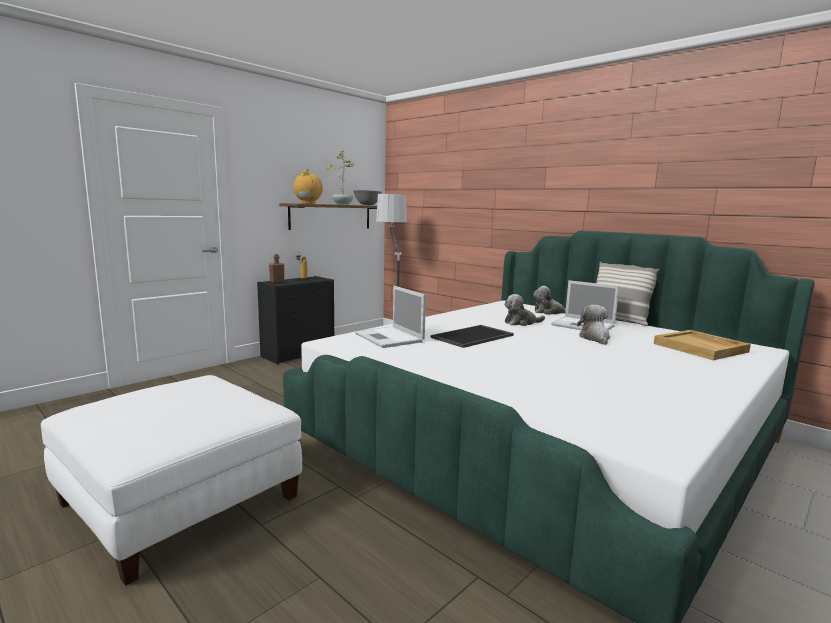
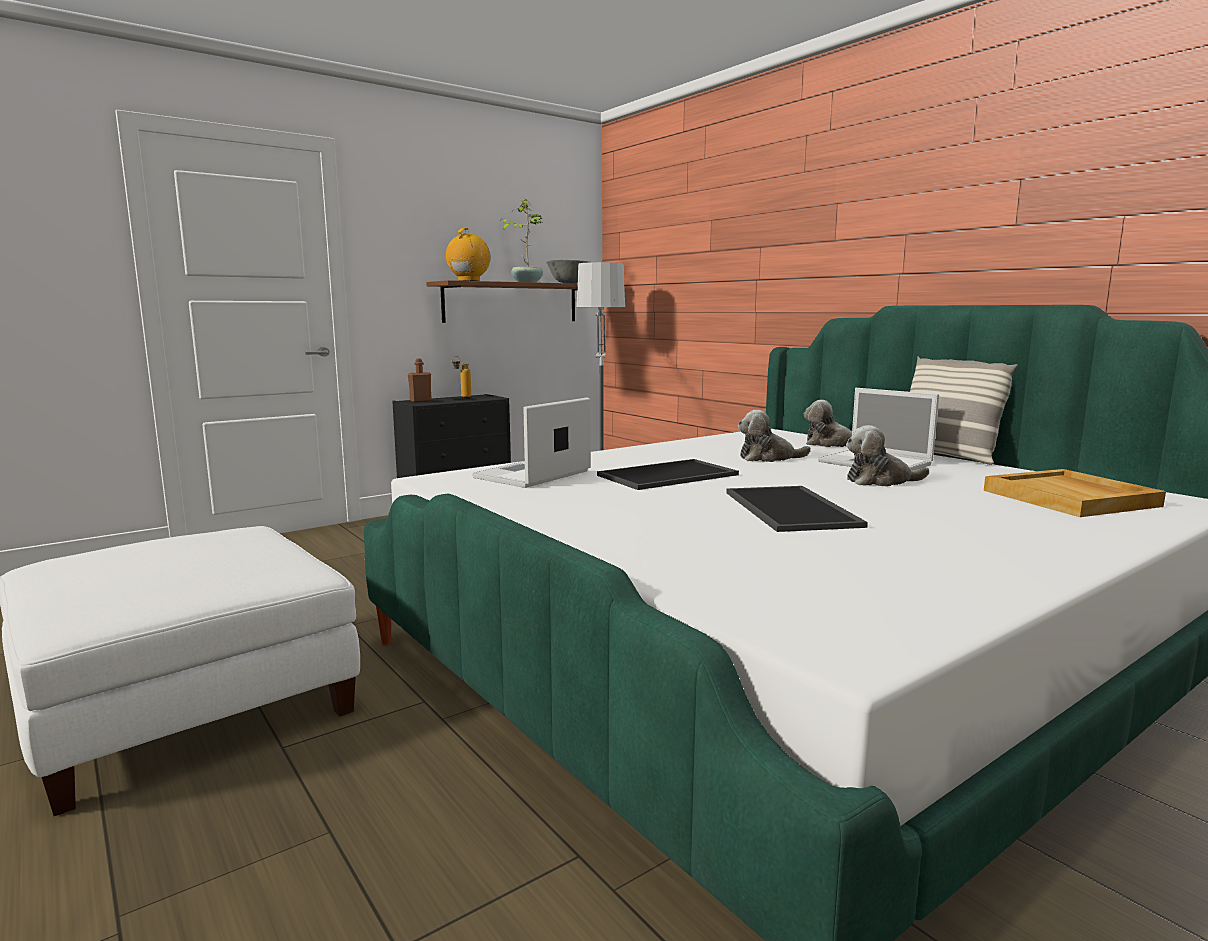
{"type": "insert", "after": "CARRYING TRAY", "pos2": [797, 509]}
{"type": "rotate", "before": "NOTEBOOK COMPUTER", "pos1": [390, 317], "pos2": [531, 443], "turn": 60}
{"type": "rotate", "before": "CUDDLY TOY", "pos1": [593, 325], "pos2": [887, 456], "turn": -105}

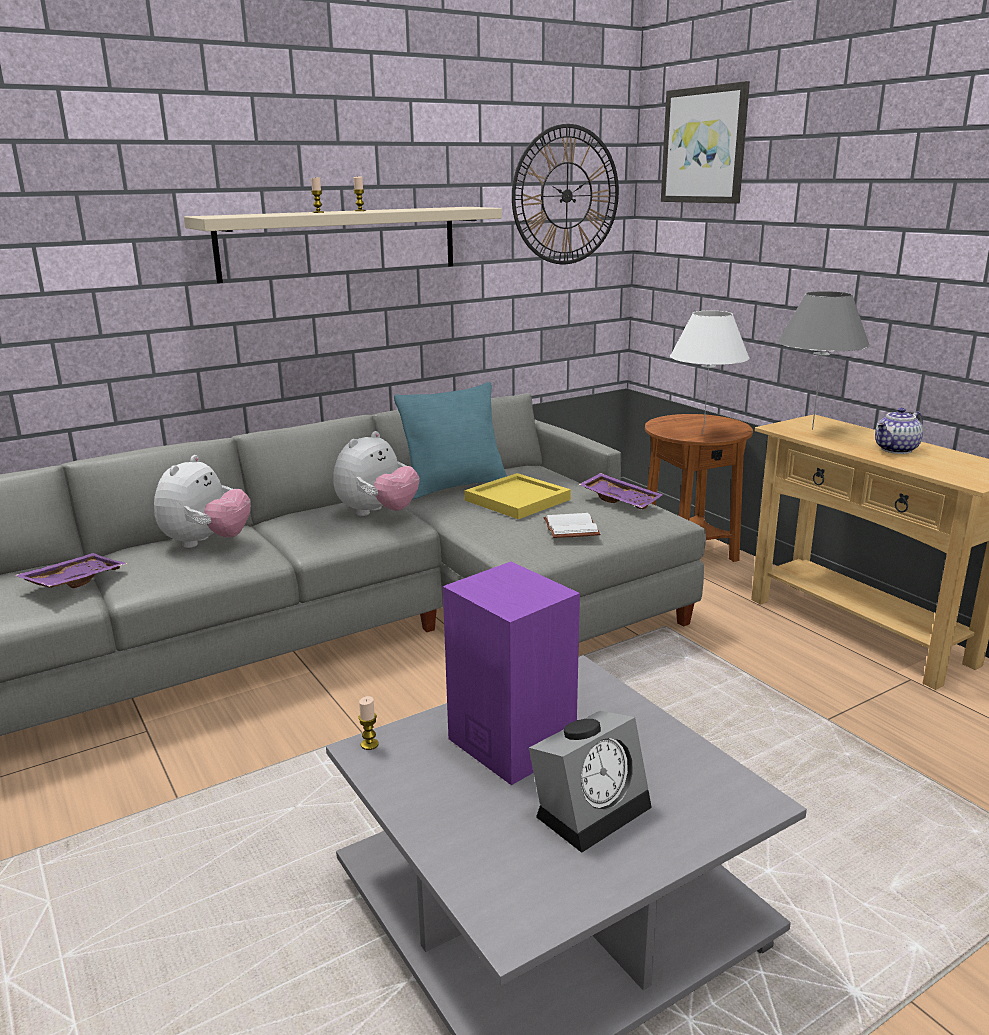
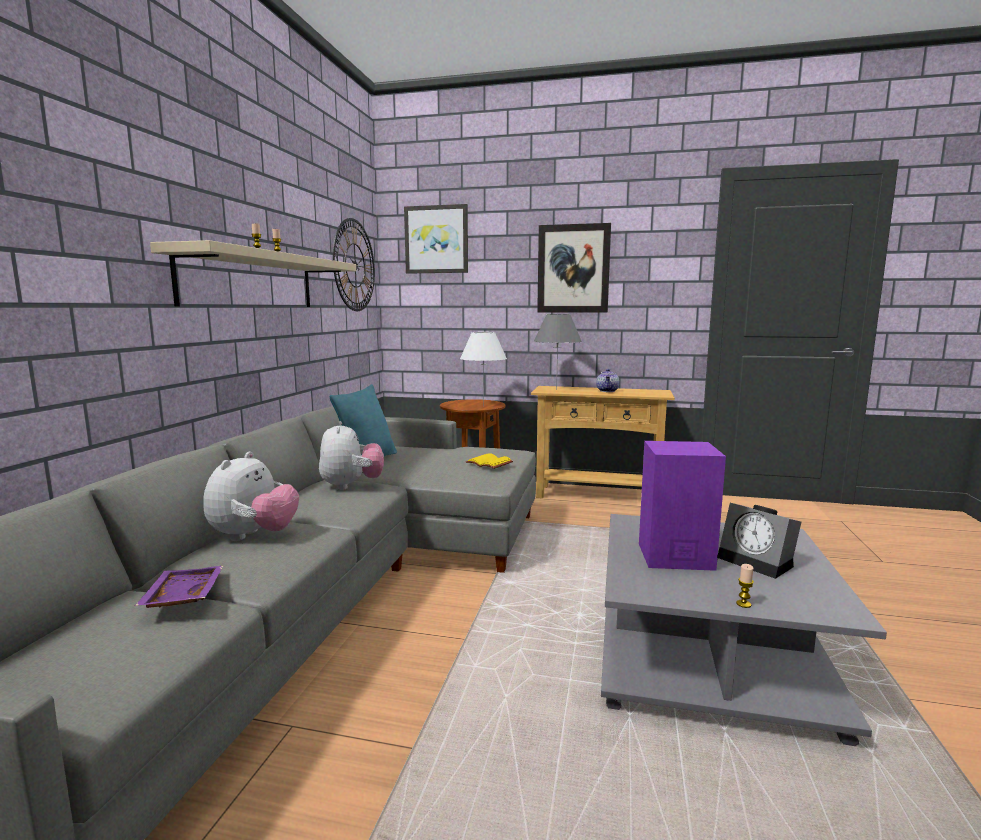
{"type": "delete", "before": "YELLOW-COLOURED CARRYING TRAY", "pos1": [517, 496]}
{"type": "delete", "before": "PURPLISH CARRYING TRAY", "pos1": [620, 491]}
{"type": "insert", "after": "WALL PICTURE", "pos2": [574, 268]}
{"type": "move", "before": "WAX CANDLE", "pos1": [368, 723], "pos2": [745, 586]}
{"type": "recolor", "before": "WHITE VOLUME", "after": "YELLOW-COLOURED VOLUME", "pos1": [571, 525], "pos2": [489, 461]}
{"type": "rotate", "before": "CUDDLY TOY", "pos1": [202, 501], "pos2": [251, 496], "turn": 45}
{"type": "rotate", "before": "BEDSIDE CLOCK", "pos1": [590, 782], "pos2": [759, 541], "turn": 135}

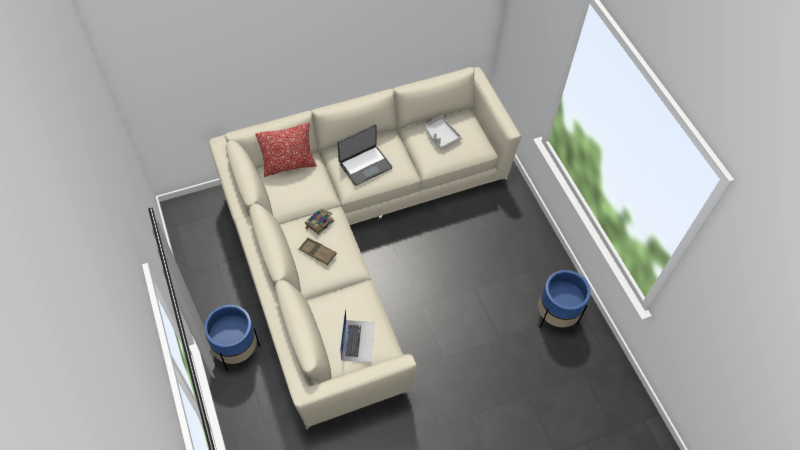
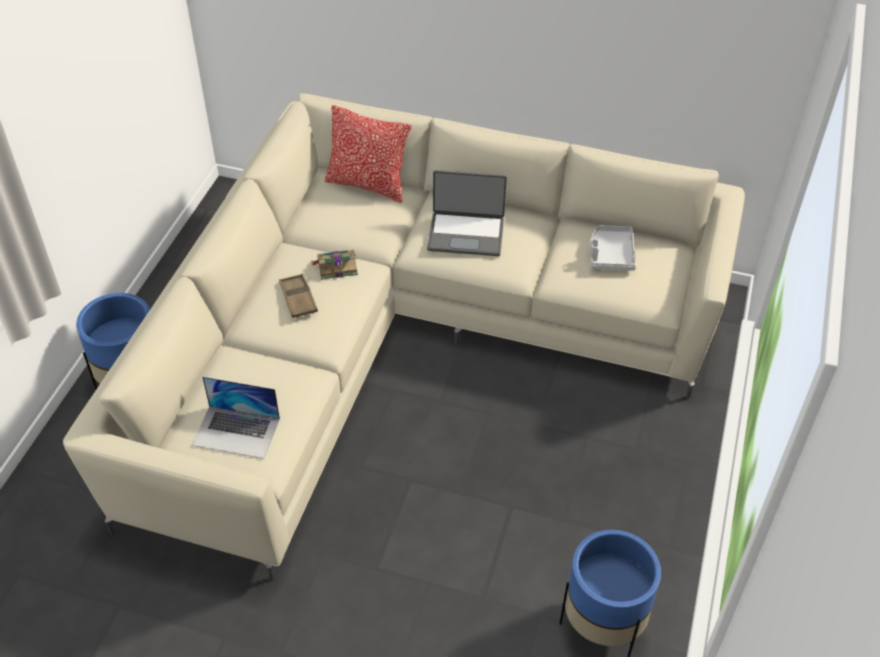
{"type": "rotate", "before": "NOTEBOOK COMPUTER", "pos1": [357, 335], "pos2": [236, 418], "turn": 60}

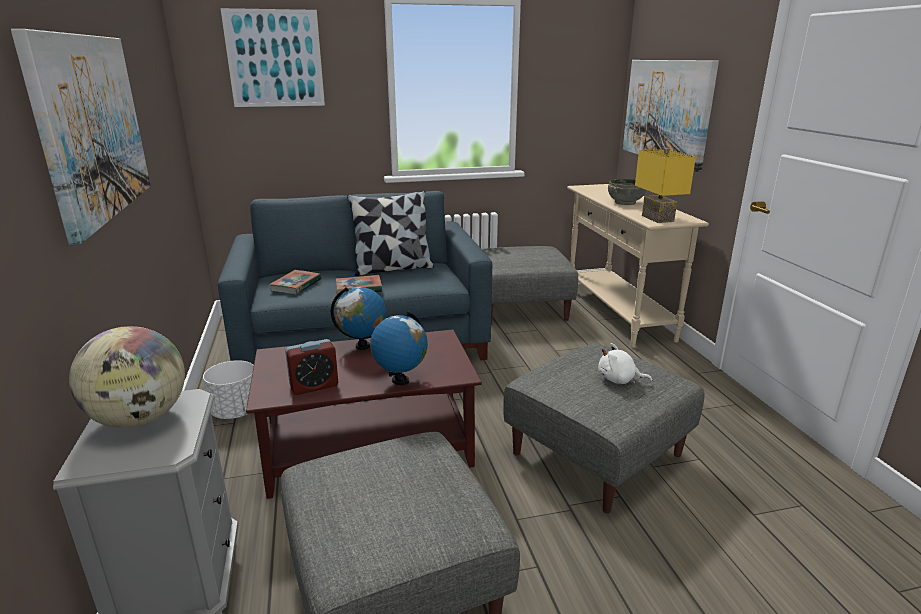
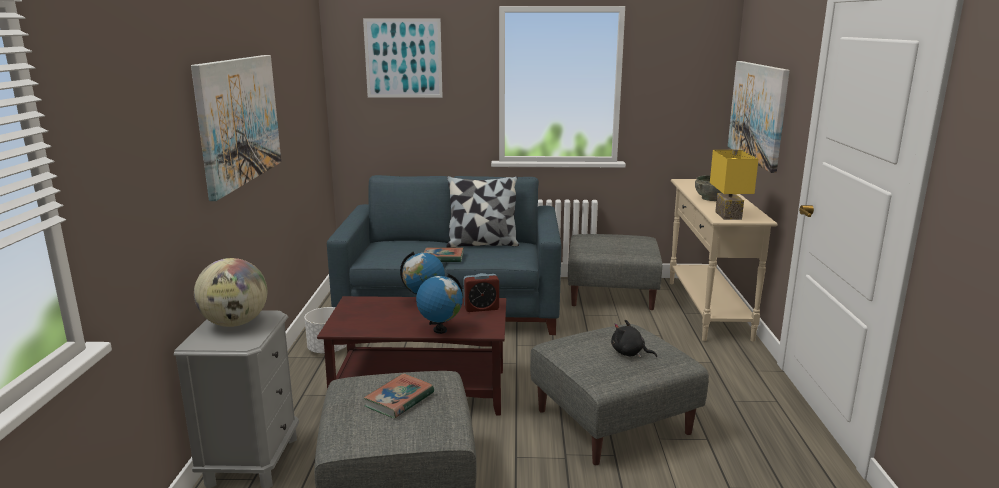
{"type": "move", "before": "VOLUME", "pos1": [295, 282], "pos2": [398, 395]}
{"type": "move", "before": "BEDSIDE CLOCK", "pos1": [311, 367], "pos2": [481, 292]}
{"type": "recolor", "before": "WHITE CUDDLY TOY", "after": "BLACK-COLOURED CUDDLY TOY", "pos1": [625, 363], "pos2": [634, 339]}

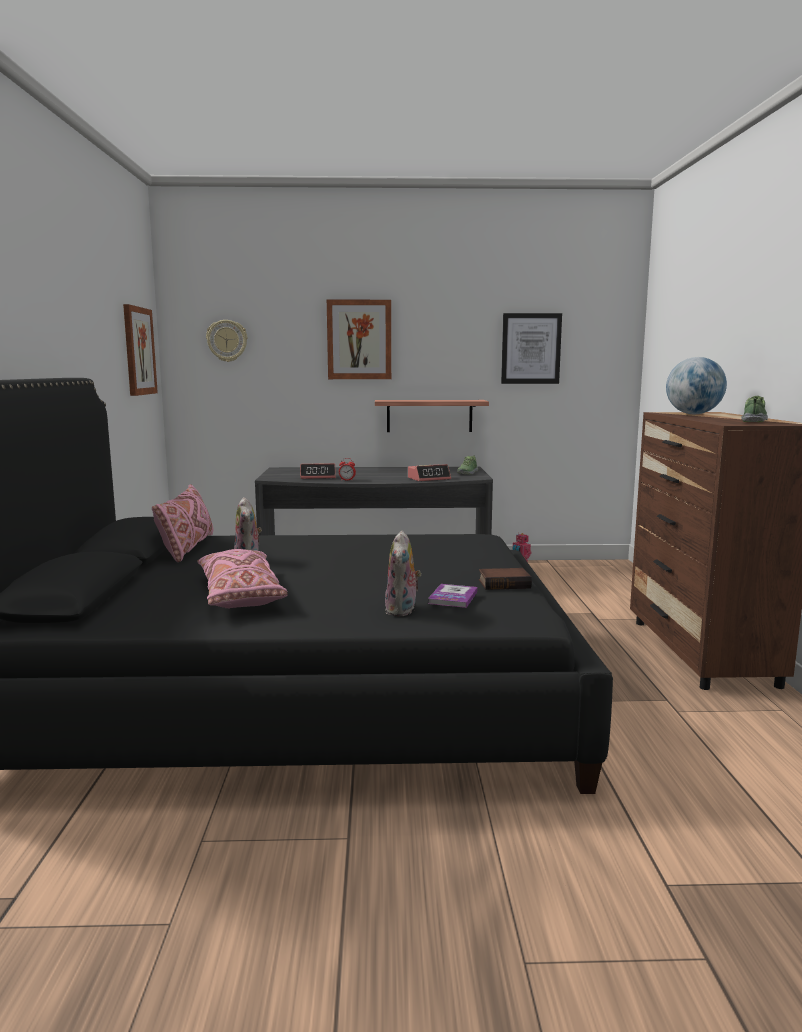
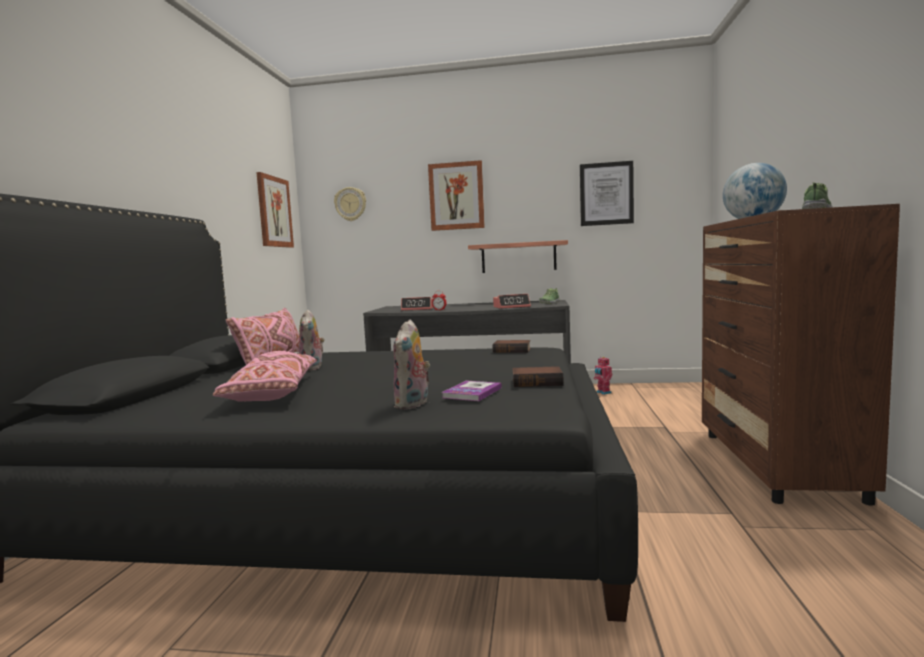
{"type": "insert", "after": "VOLUME", "pos2": [512, 346]}

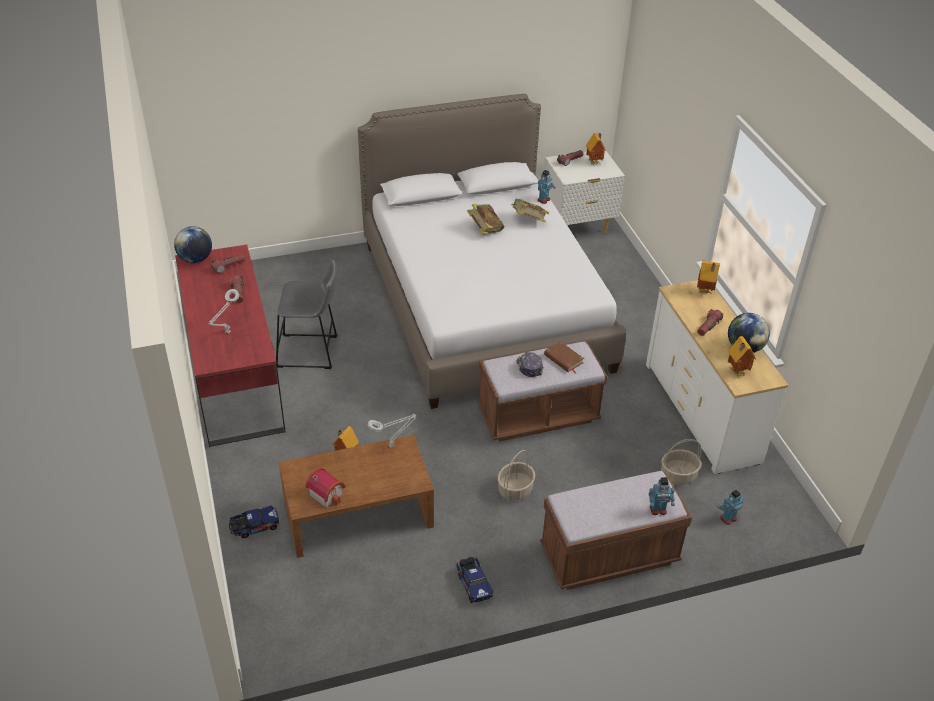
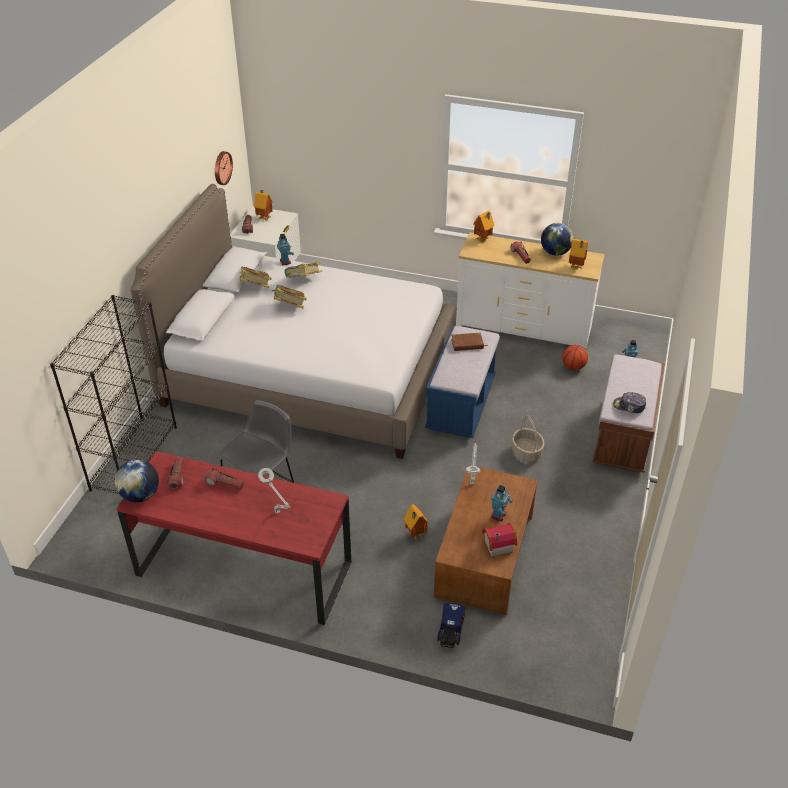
{"type": "delete", "before": "MODEL TRUCK", "pos1": [474, 580]}
{"type": "insert", "after": "BLACK-COLOURED BOOKSHELF", "pos2": [113, 394]}
{"type": "insert", "after": "WALL CLOCK", "pos2": [224, 168]}
{"type": "insert", "after": "VOLUME", "pos2": [255, 277]}
{"type": "move", "before": "BASEBALL CAP", "pos1": [530, 364], "pos2": [629, 402]}
{"type": "move", "before": "ROBOT FIGURE", "pos1": [662, 496], "pos2": [502, 503]}
{"type": "replace", "before": "HOUSEHOLD BASKET", "after": "BASKETBALL", "pos1": [681, 462], "pos2": [575, 357]}
{"type": "recolor", "before": "BROWN INDOOR BENCH", "after": "BLUISH INDOOR BENCH", "pos1": [542, 391], "pos2": [462, 381]}

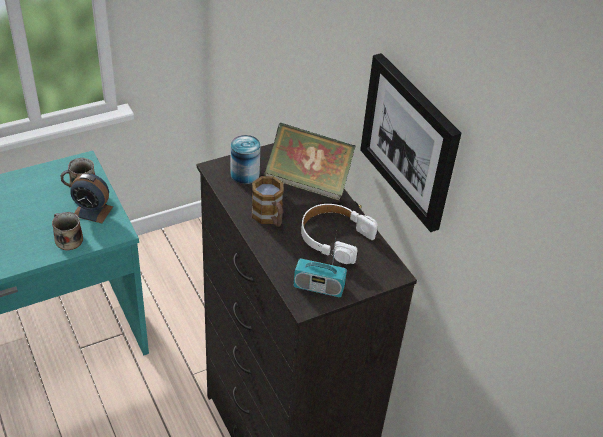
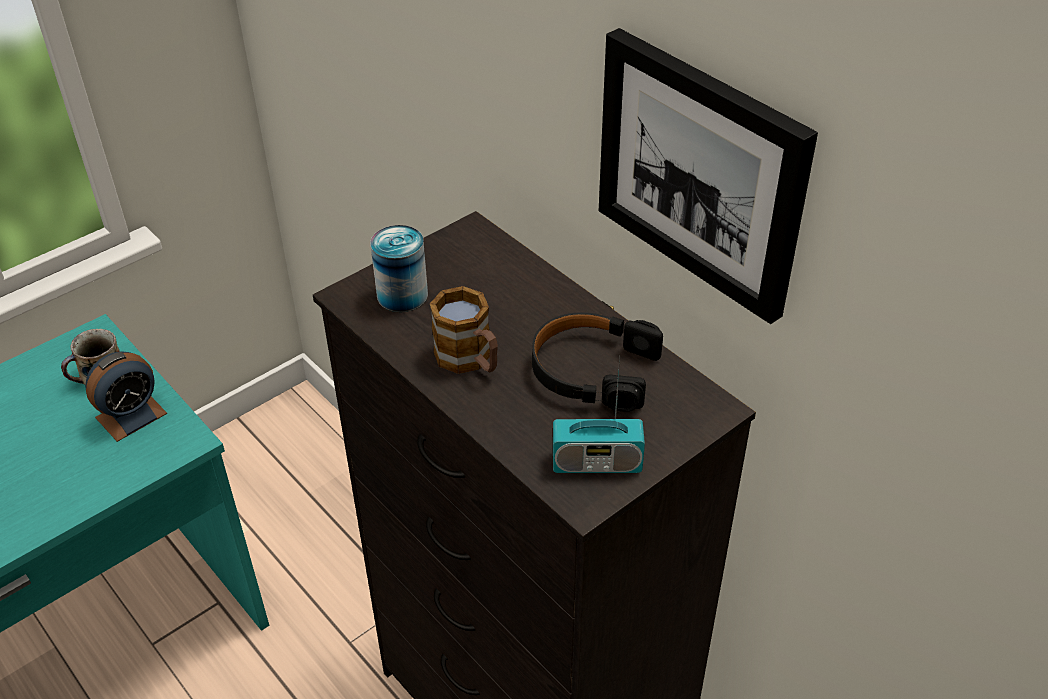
{"type": "delete", "before": "TEA MUG", "pos1": [67, 231]}
{"type": "delete", "before": "VOLUME", "pos1": [309, 162]}
{"type": "recolor", "before": "WHITE PAIR OF HEADPHONES", "after": "BLACK-COLOURED PAIR OF HEADPHONES", "pos1": [339, 234], "pos2": [597, 362]}
{"type": "rotate", "before": "BEDSIDE CLOCK", "pos1": [91, 198], "pos2": [126, 397], "turn": -45}

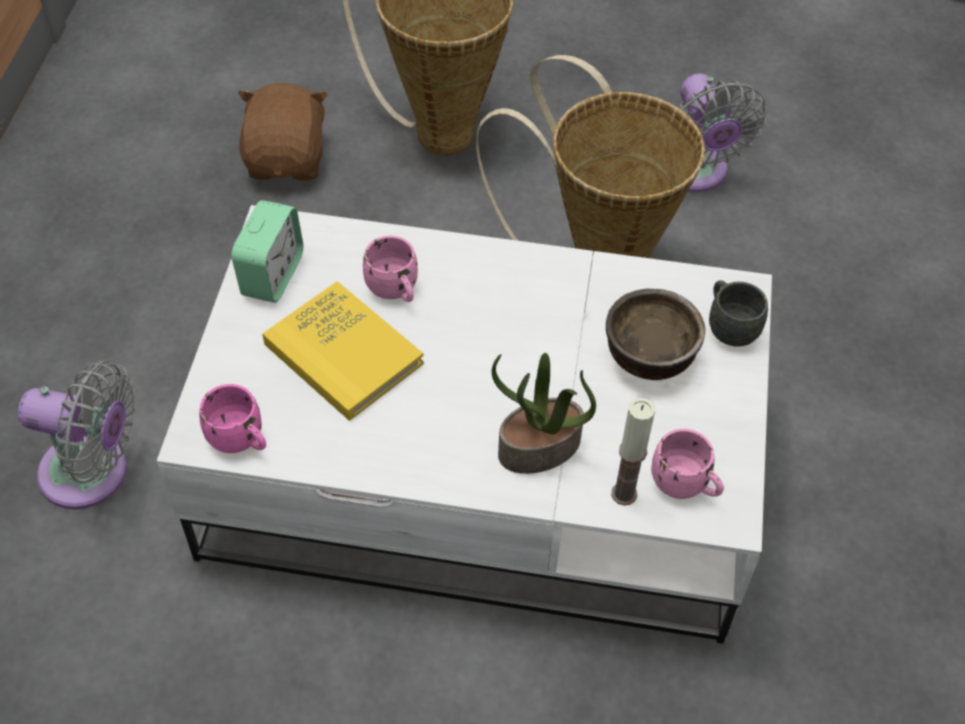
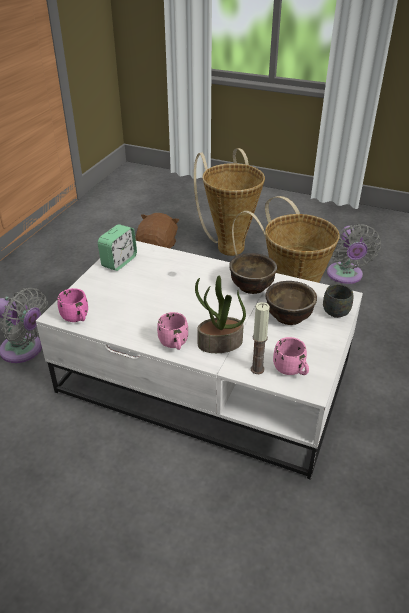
{"type": "delete", "before": "YELLOW-COLOURED VOLUME", "pos1": [343, 351]}
{"type": "insert", "after": "BROWN BOWL", "pos2": [253, 273]}
{"type": "move", "before": "PINKISH TEA MUG", "pos1": [390, 269], "pos2": [172, 331]}

